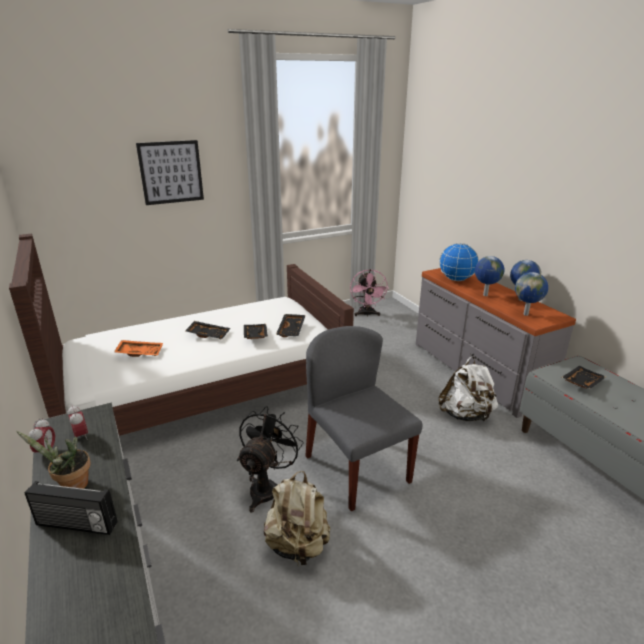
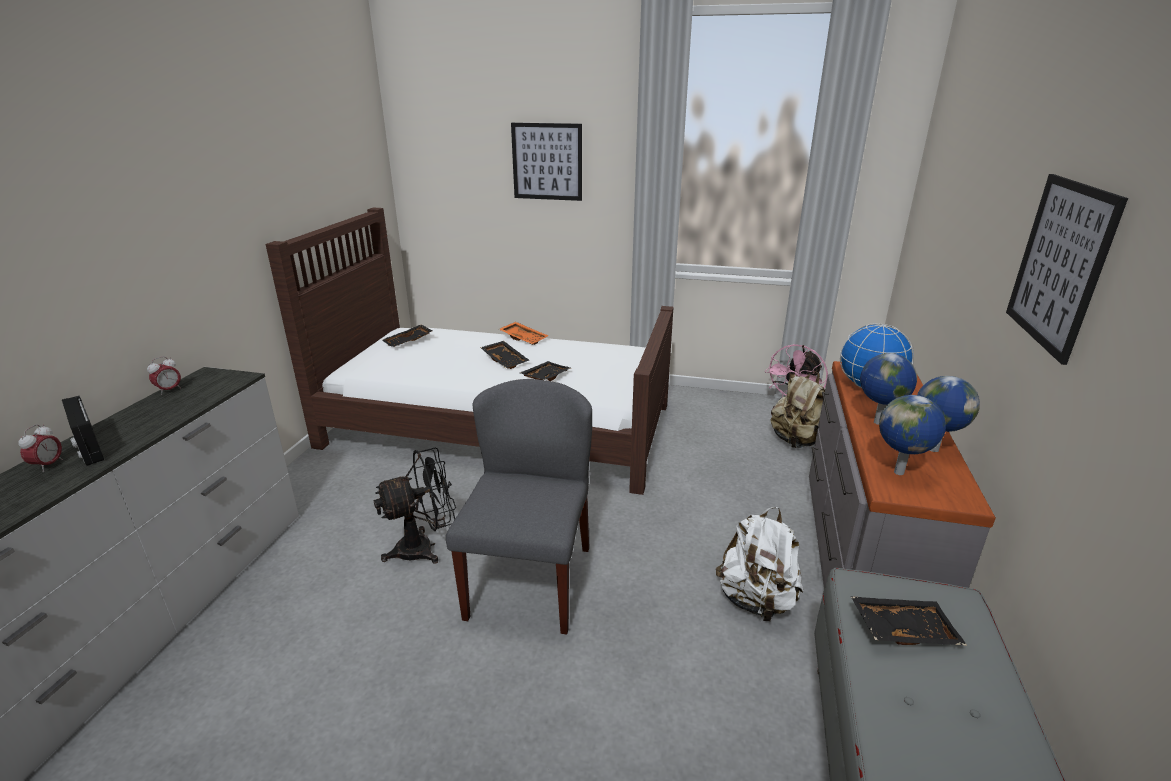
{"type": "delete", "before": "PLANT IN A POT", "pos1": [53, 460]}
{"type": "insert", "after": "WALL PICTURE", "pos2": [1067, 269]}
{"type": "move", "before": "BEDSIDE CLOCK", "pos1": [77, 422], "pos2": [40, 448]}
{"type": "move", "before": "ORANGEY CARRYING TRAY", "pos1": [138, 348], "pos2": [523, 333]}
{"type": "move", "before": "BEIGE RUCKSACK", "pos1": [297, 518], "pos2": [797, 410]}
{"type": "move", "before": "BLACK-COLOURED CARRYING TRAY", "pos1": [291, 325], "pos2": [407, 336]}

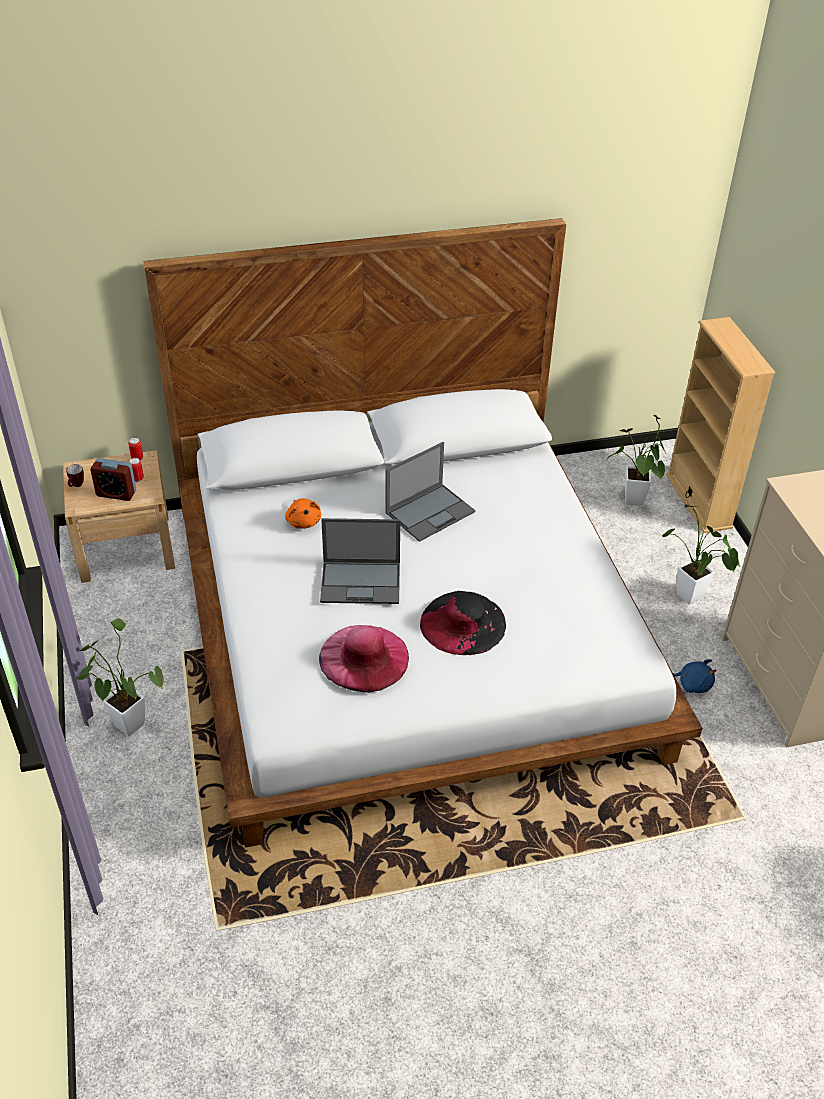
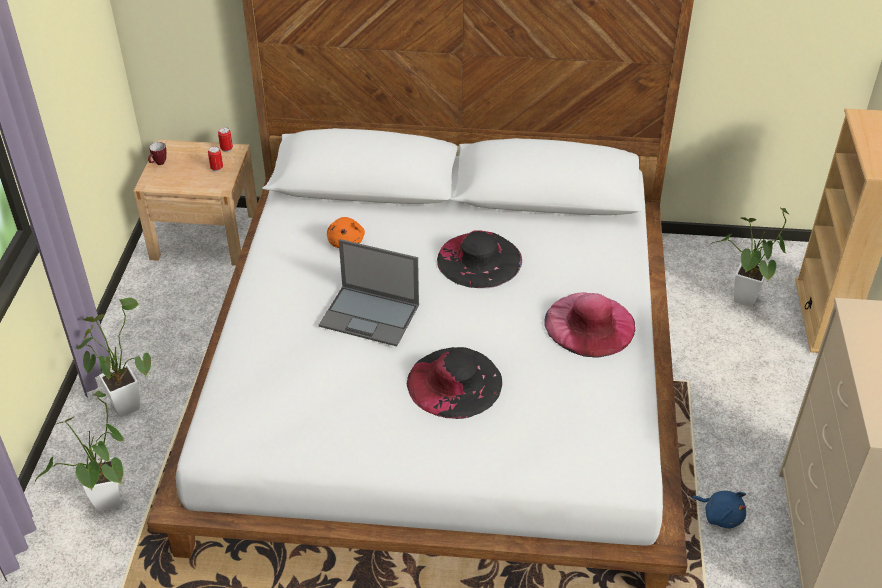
{"type": "delete", "before": "BEDSIDE CLOCK", "pos1": [113, 479]}
{"type": "move", "before": "PINKISH CLOTHING HAT", "pos1": [364, 659], "pos2": [589, 325]}
{"type": "move", "before": "PLANT IN A POT", "pos1": [701, 554], "pos2": [79, 451]}
{"type": "replace", "before": "NOTEBOOK COMPUTER", "after": "BLACK-COLOURED CLOTHING HAT", "pos1": [431, 492], "pos2": [479, 259]}

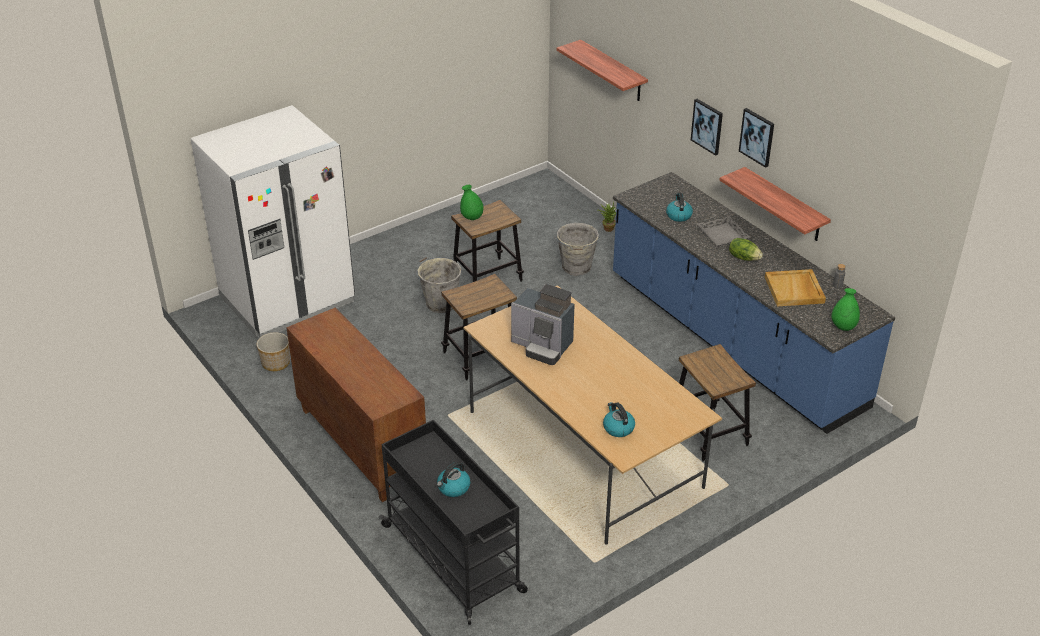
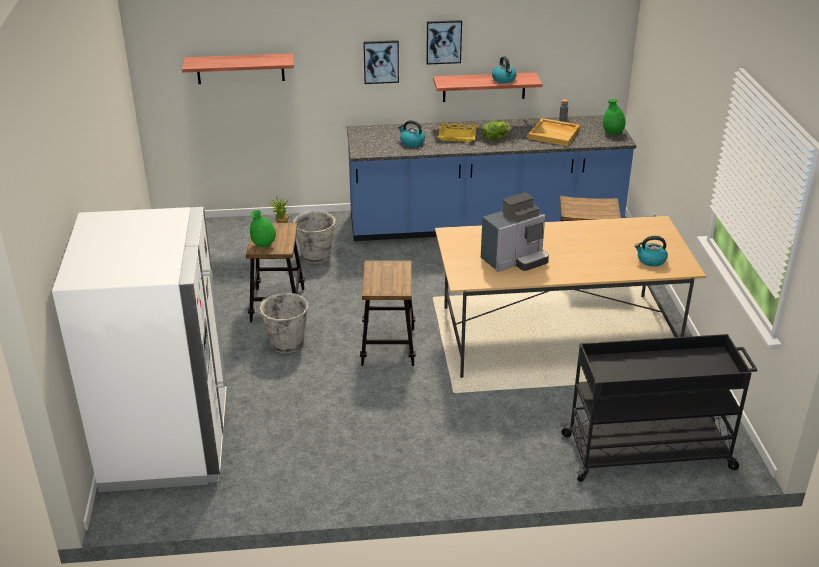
{"type": "delete", "before": "PLANT POT", "pos1": [273, 351]}
{"type": "delete", "before": "BROWN STORAGE CABINET", "pos1": [356, 404]}
{"type": "move", "before": "WATER KETTLE", "pos1": [454, 479], "pos2": [504, 69]}
{"type": "recolor", "before": "GREY CARRYING TRAY", "after": "YELLOW-COLOURED CARRYING TRAY", "pos1": [723, 231], "pos2": [457, 132]}

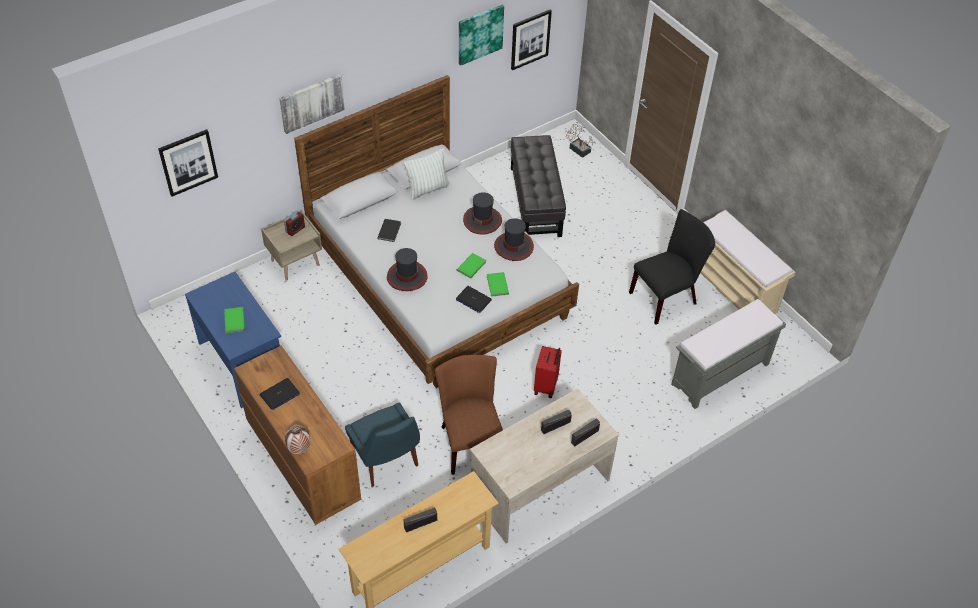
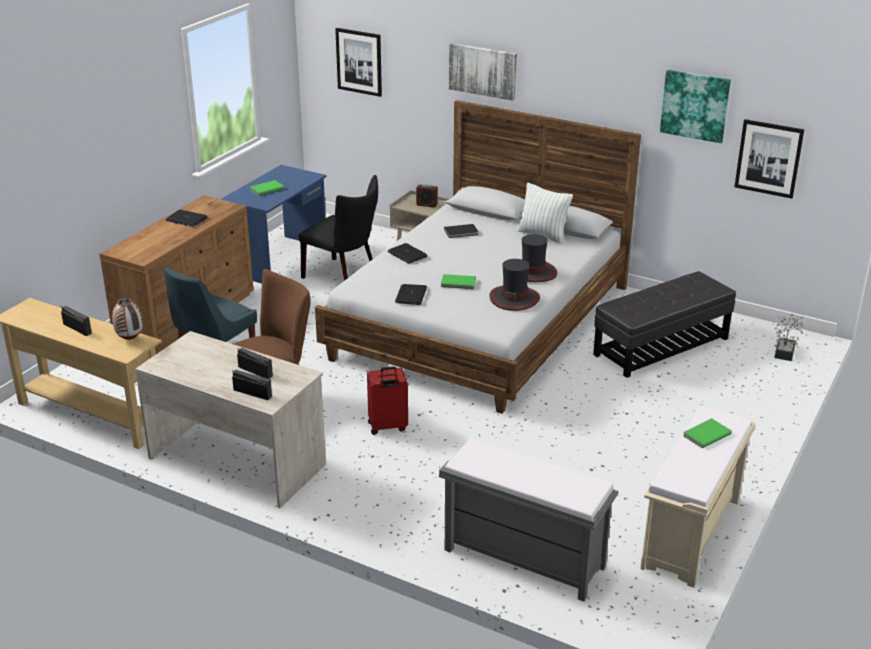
{"type": "move", "before": "DECORATIVE VASE", "pos1": [297, 439], "pos2": [127, 319]}
{"type": "move", "before": "GREEN-COLOURED VOLUME", "pos1": [498, 284], "pos2": [707, 433]}
{"type": "move", "before": "BLACK-COLOURED PLAIN CHAIR", "pos1": [672, 267], "pos2": [338, 228]}
{"type": "replace", "before": "CLOTHING HAT", "after": "NOTEBOOK COMPUTER", "pos1": [407, 269], "pos2": [407, 253]}

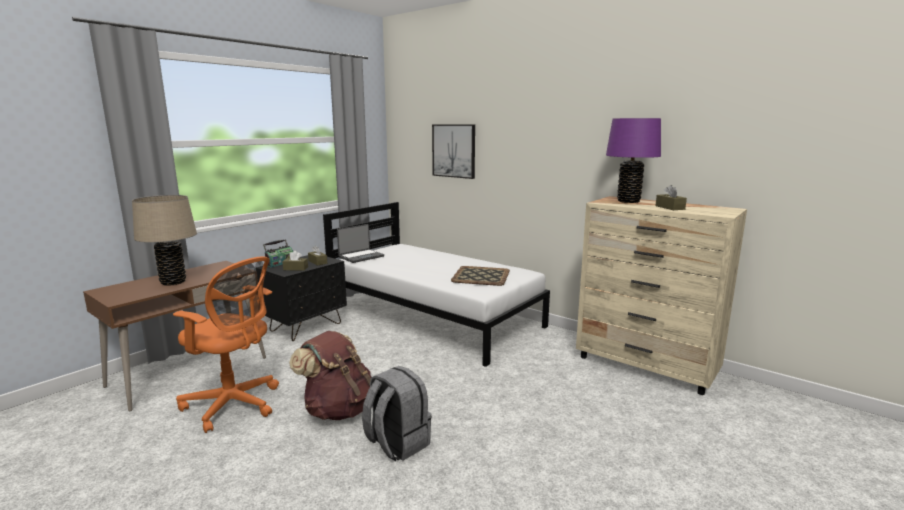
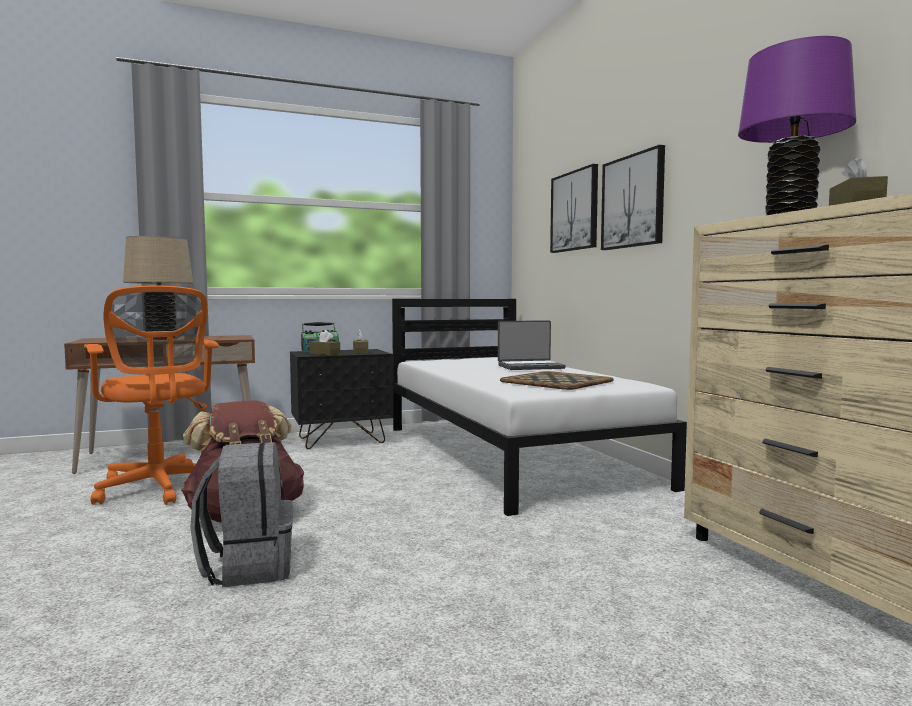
{"type": "insert", "after": "WALL PICTURE", "pos2": [633, 197]}
{"type": "move", "before": "NOTEBOOK COMPUTER", "pos1": [360, 243], "pos2": [532, 345]}

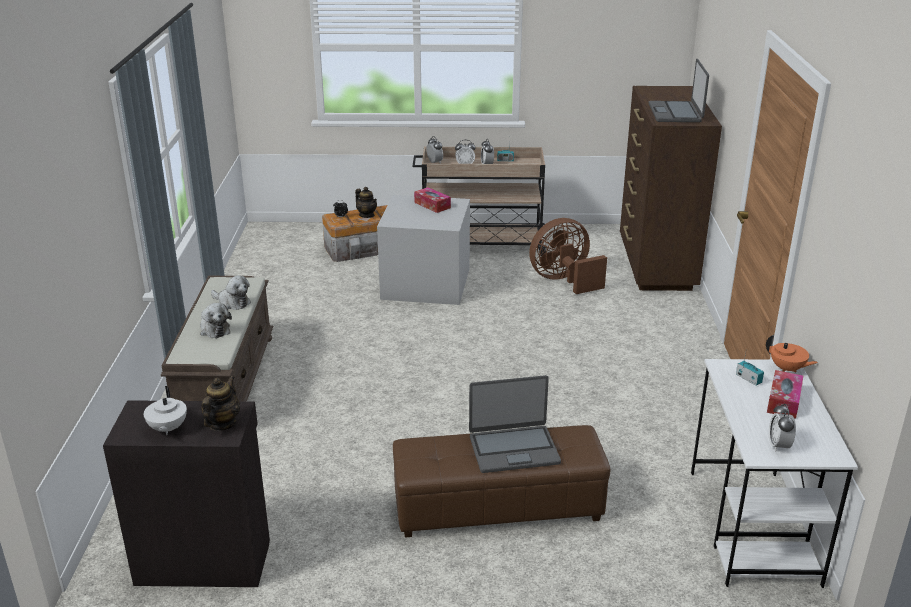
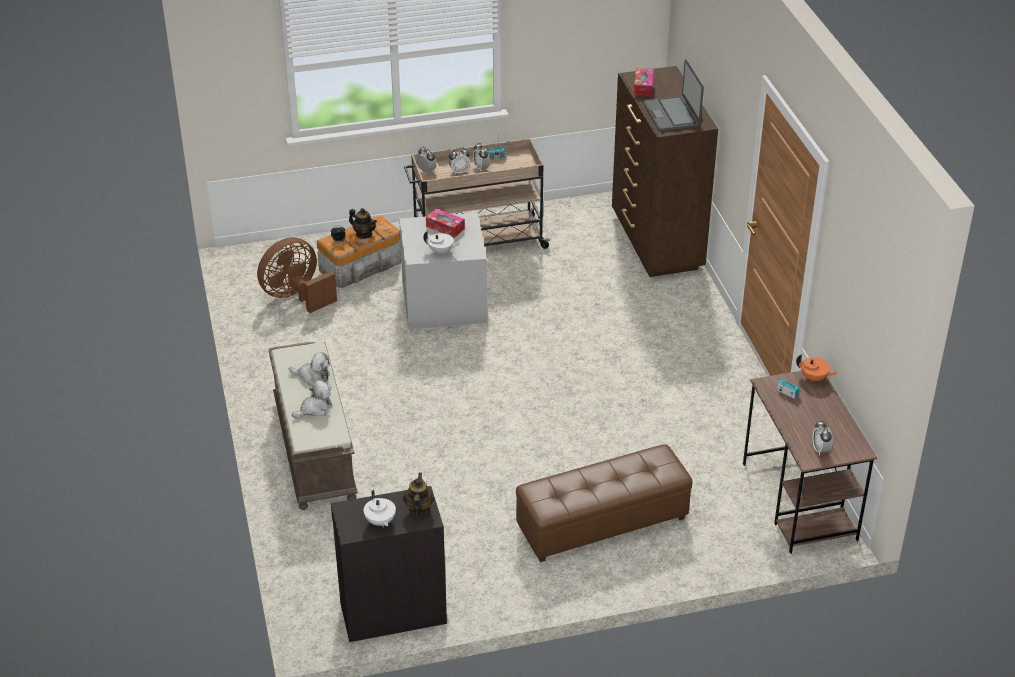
{"type": "delete", "before": "NOTEBOOK COMPUTER", "pos1": [515, 424]}
{"type": "insert", "after": "WHITE TEA POT", "pos2": [441, 243]}
{"type": "move", "before": "BROWN ELECTRIC FAN", "pos1": [568, 256], "pos2": [297, 275]}
{"type": "move", "before": "TISSUE BOX", "pos1": [785, 394], "pos2": [644, 82]}
{"type": "recolor", "before": "WHITE DESK UNIT", "after": "BROWN DESK UNIT", "pos1": [774, 473], "pos2": [810, 462]}
{"type": "rotate", "before": "CUDDLY TOY", "pos1": [216, 320], "pos2": [312, 399], "turn": -75}

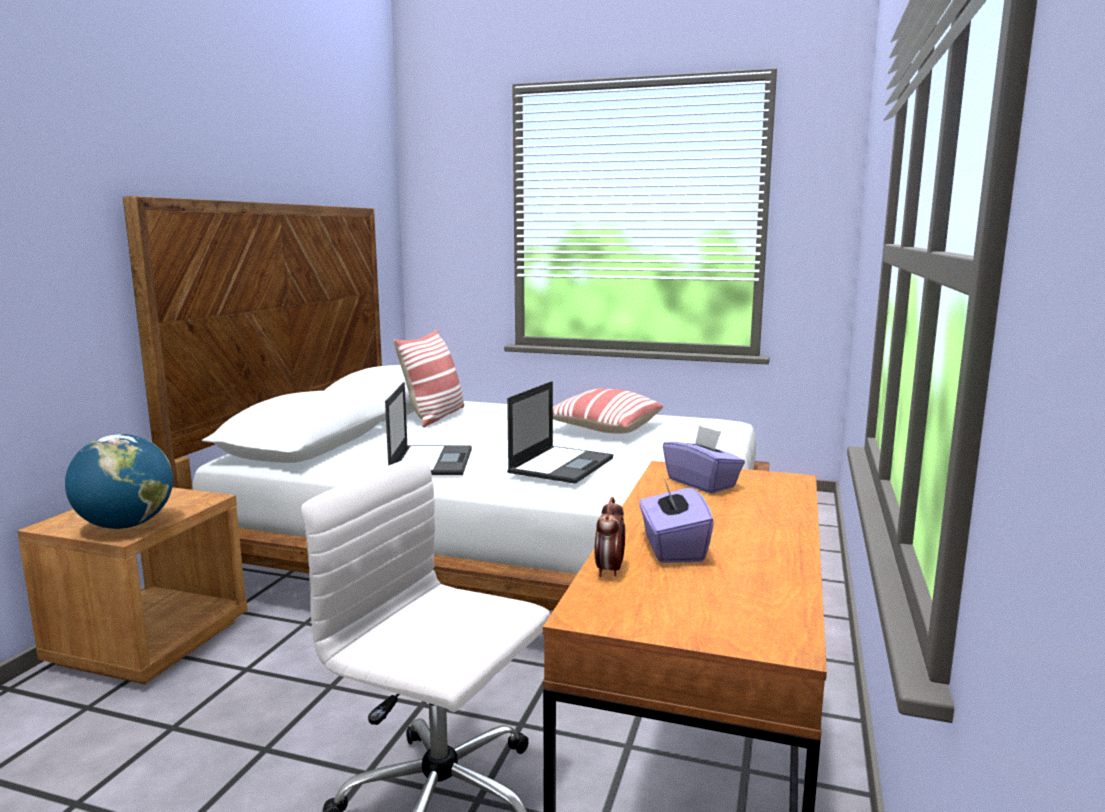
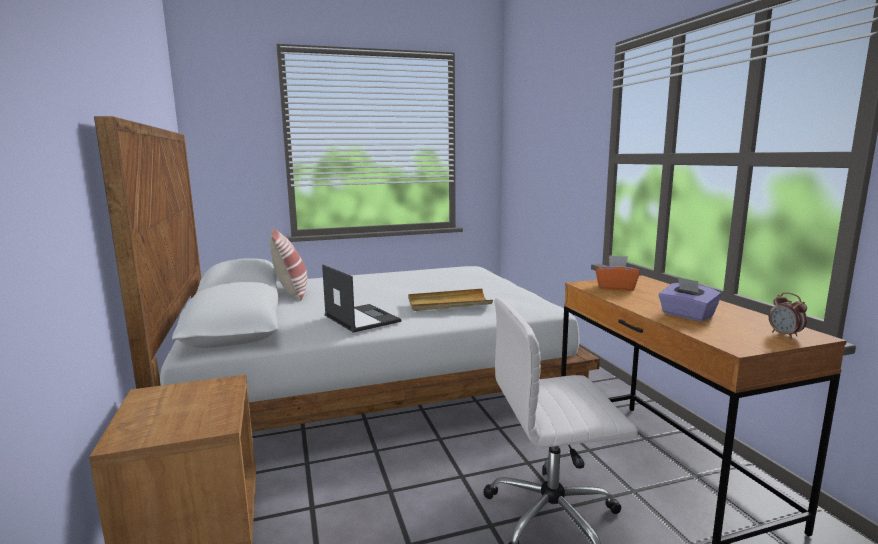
{"type": "delete", "before": "GLOBE", "pos1": [119, 481]}
{"type": "delete", "before": "CUSHION", "pos1": [608, 411]}
{"type": "move", "before": "BEDSIDE CLOCK", "pos1": [609, 537], "pos2": [788, 315]}
{"type": "replace", "before": "NOTEBOOK COMPUTER", "after": "BEIGE CARRYING TRAY", "pos1": [560, 432], "pos2": [450, 300]}
{"type": "recolor", "before": "PURPLISH TISSUE BOX", "after": "ORANGEY TISSUE BOX", "pos1": [704, 459], "pos2": [618, 273]}

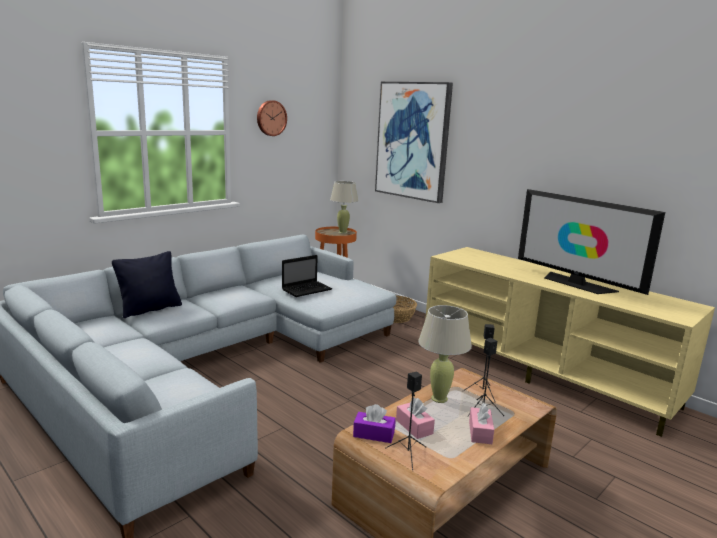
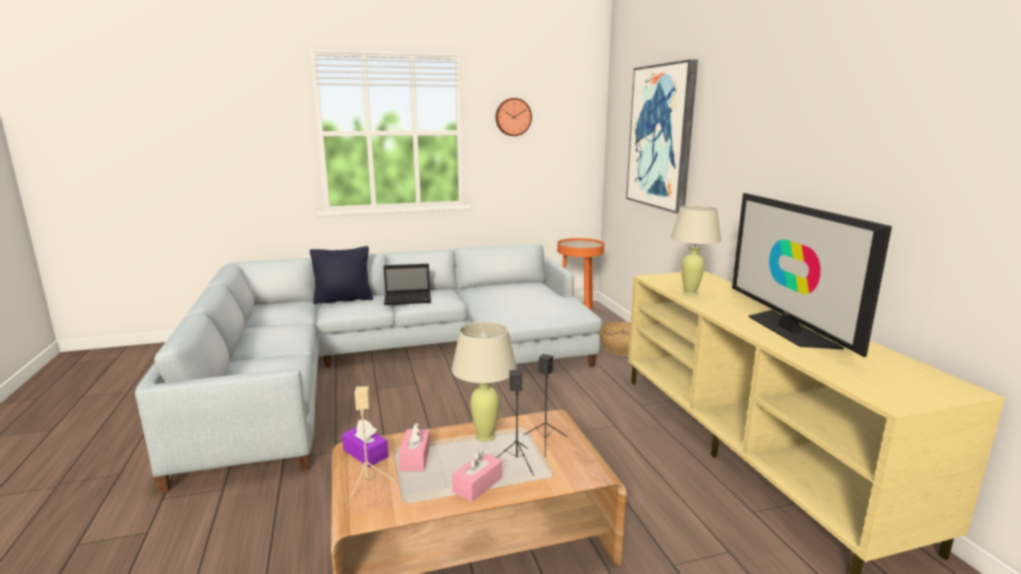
{"type": "move", "before": "NOTEBOOK COMPUTER", "pos1": [307, 276], "pos2": [407, 284]}
{"type": "move", "before": "BEIGE TABLE LAMP", "pos1": [344, 207], "pos2": [696, 250]}
{"type": "recolor", "before": "BLACK-COLOURED SPEAKER", "after": "BEIGE SPEAKER", "pos1": [405, 421], "pos2": [373, 444]}

